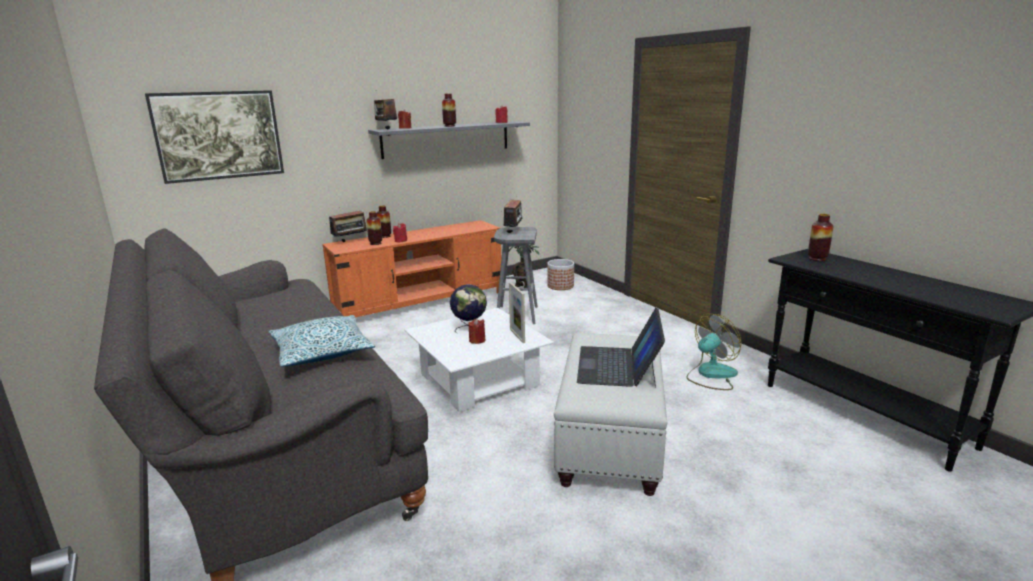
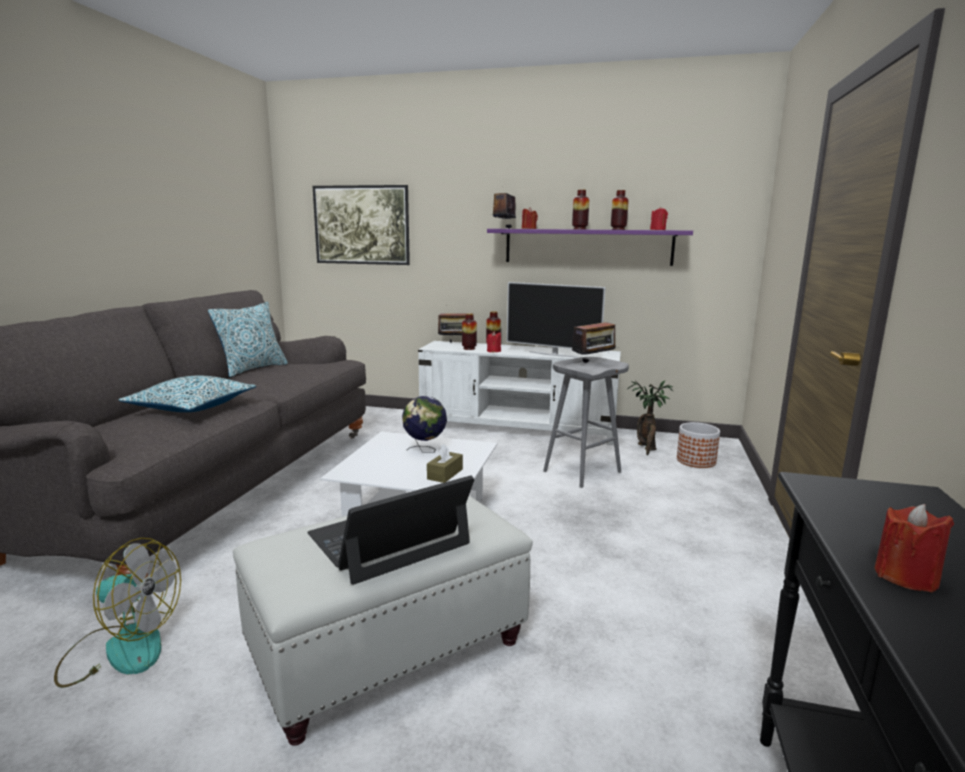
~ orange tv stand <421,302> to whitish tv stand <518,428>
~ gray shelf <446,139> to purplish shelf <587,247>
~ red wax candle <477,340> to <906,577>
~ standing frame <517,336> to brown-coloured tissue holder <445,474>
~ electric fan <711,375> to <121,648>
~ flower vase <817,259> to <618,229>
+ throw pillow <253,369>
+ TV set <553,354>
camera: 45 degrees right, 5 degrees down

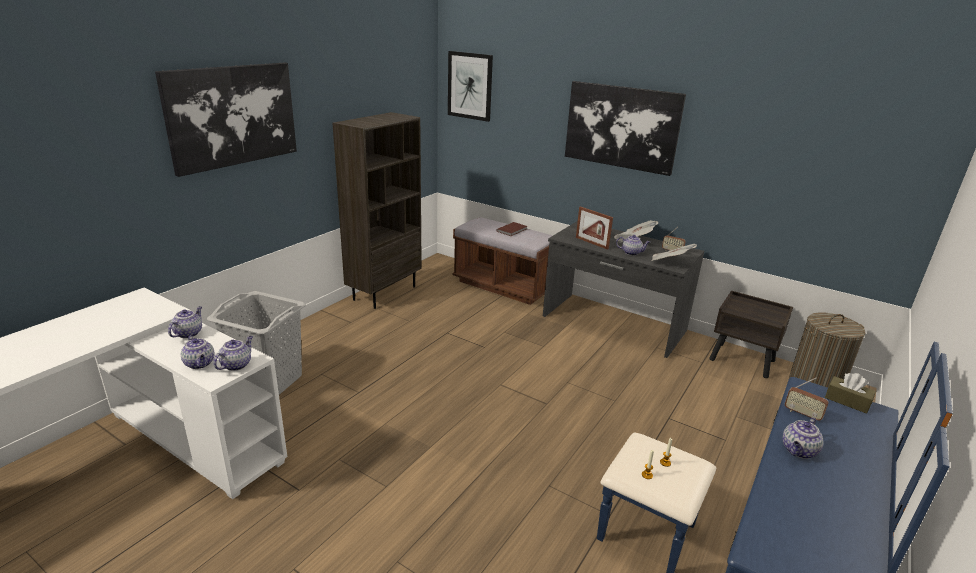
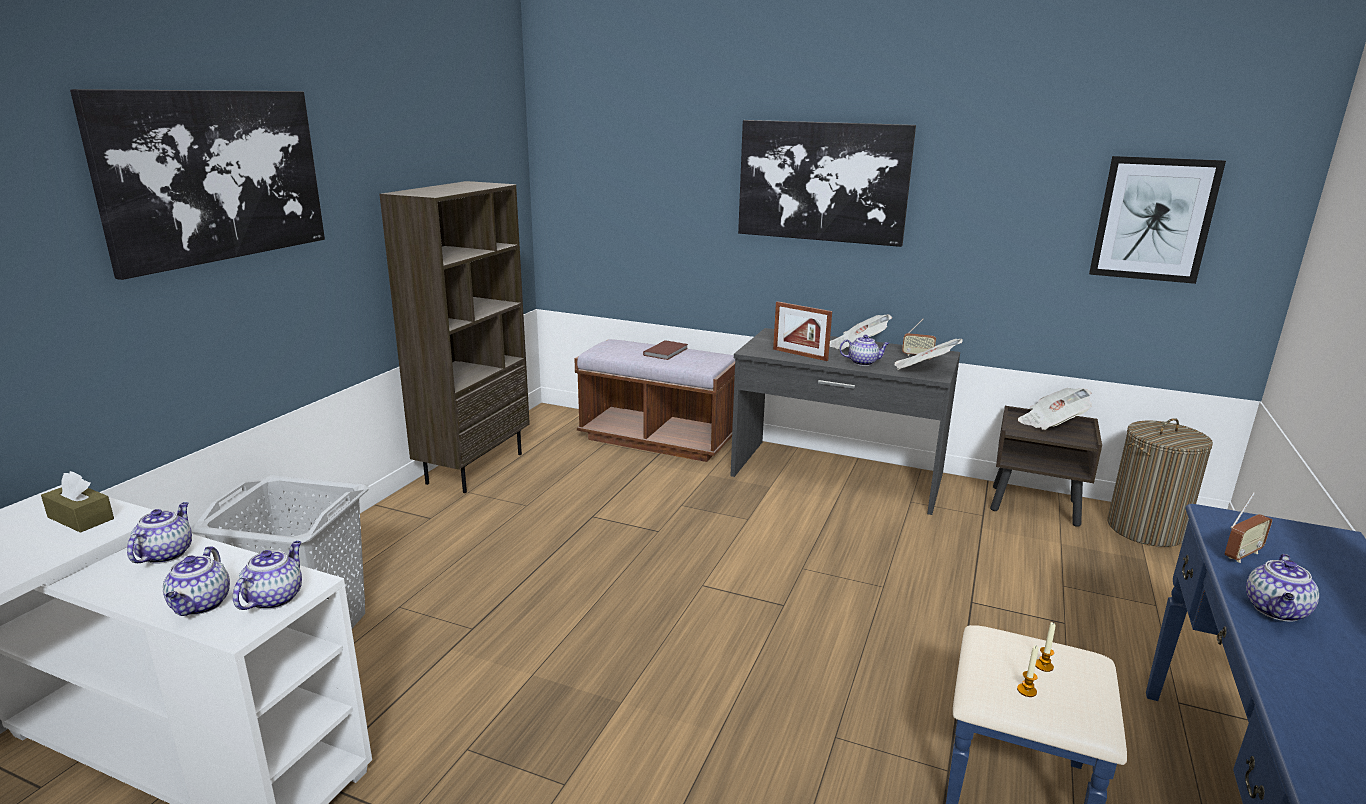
~ tea pot <200,364> = <201,605> 45 degrees clockwise
~ wall art <470,86> to <1153,219>
~ radio <802,414> = <1242,555> 60 degrees counterclockwise
~ brown-coloured tissue holder <847,401> to <81,518>
+ daily paper <1051,424>
camera: 10 degrees left, 5 degrees down

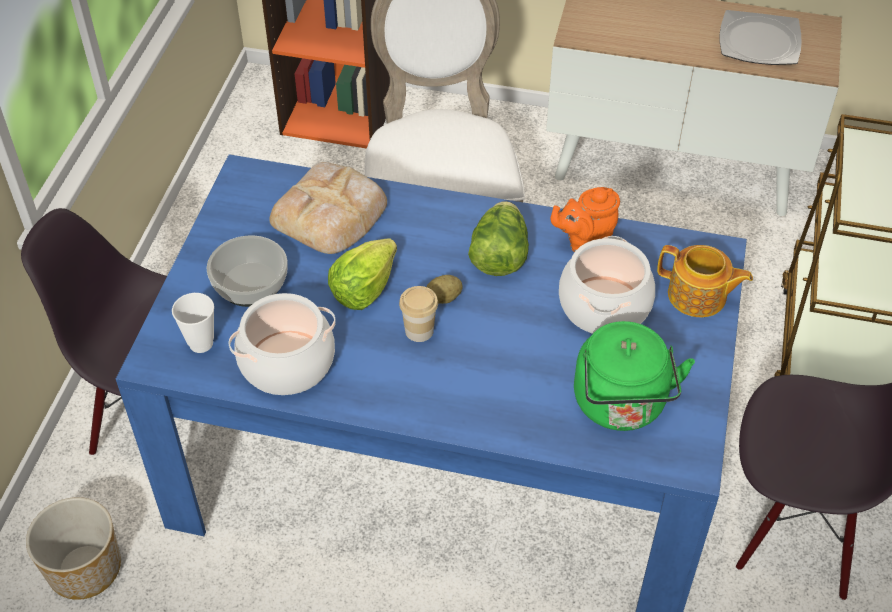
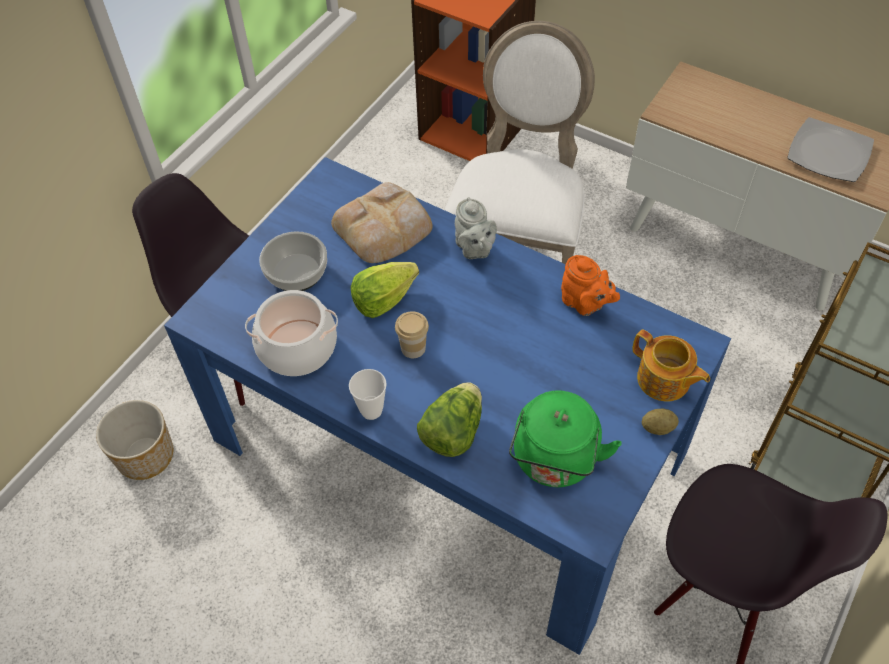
~ small cup <201,343> to <371,410>
~ potato <443,298> to <657,428>
~ head of lettuce <499,256> to <453,432>
~ orange tea pot <584,241> = <585,304> 135 degrees counterclockwise
- cooking pot <604,306>
+ gray tea pot <474,249>
camera: 20 degrees right, 5 degrees up

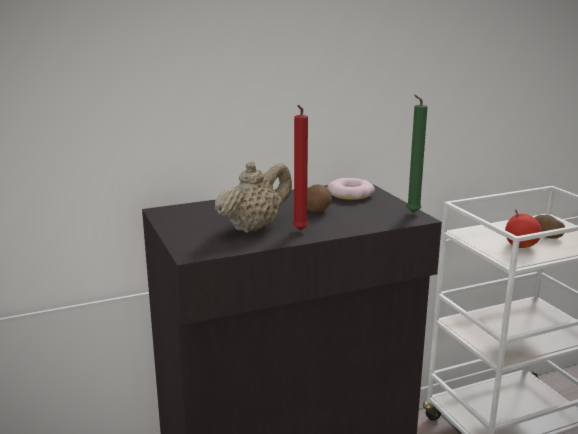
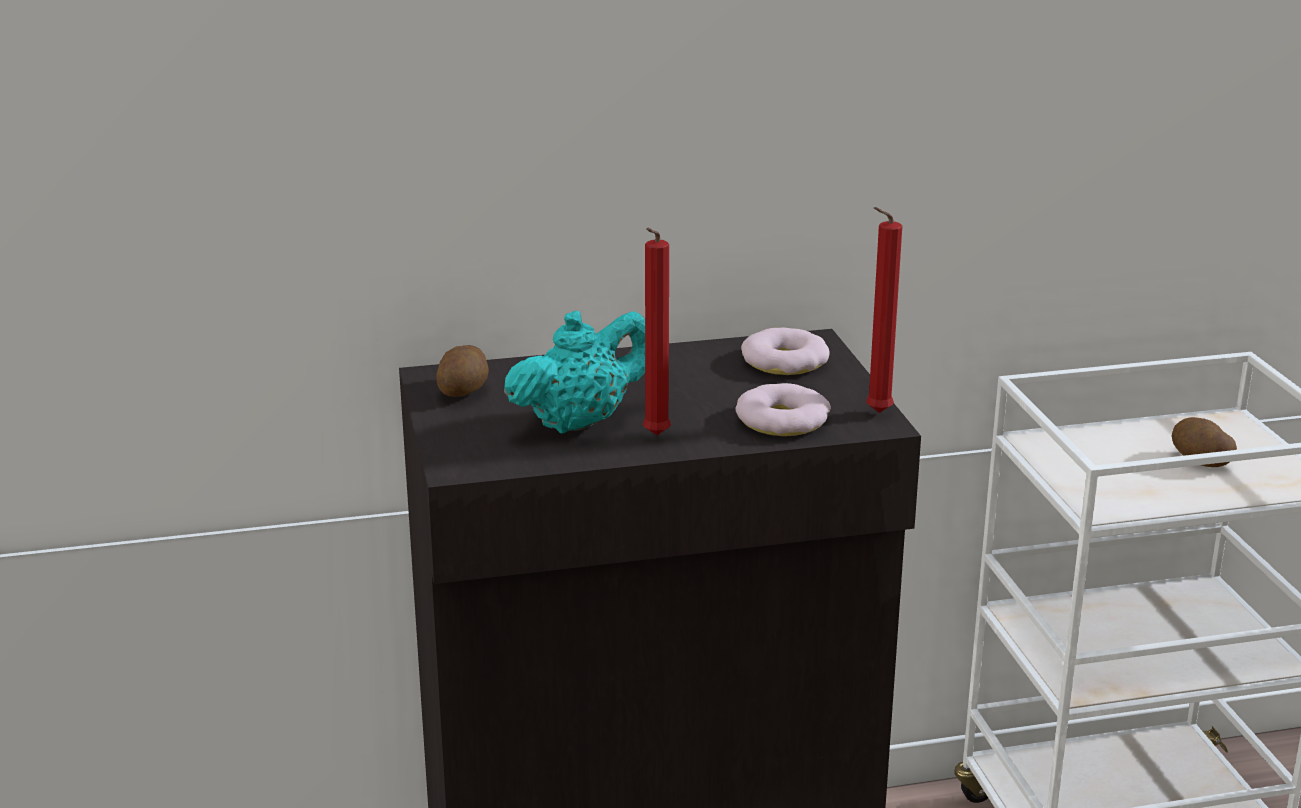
~ sand-coloured tea pot <254,227> to turquoise tea pot <580,422>
~ potato <317,209> to <464,391>
~ green-coloured wax candle <411,213> to red wax candle <875,413>
- whole apple <520,246>
+ donut <782,420>
camera: 10 degrees right, 5 degrees up

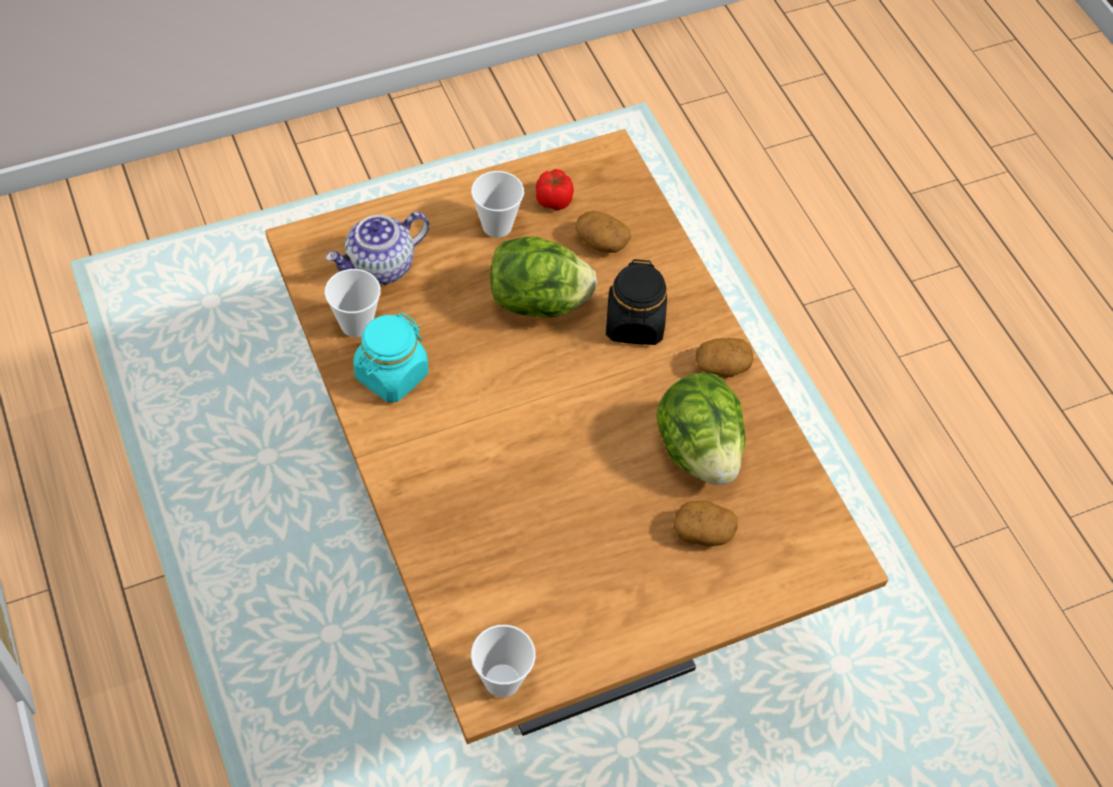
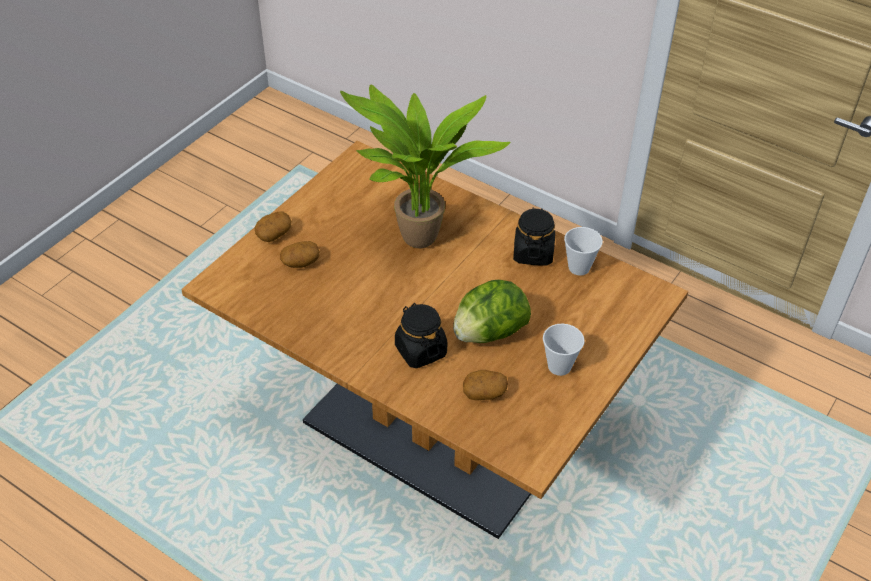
- tea pot <380,267>
~ turquoise storage jar <391,375> to black storage jar <533,253>
- small cup <502,680>
- tomato <554,199>
- head of lettuce <698,450>
~ potato <722,366> to <274,234>
+ potted plant <418,243>
camera: 150 degrees right, 10 degrees down

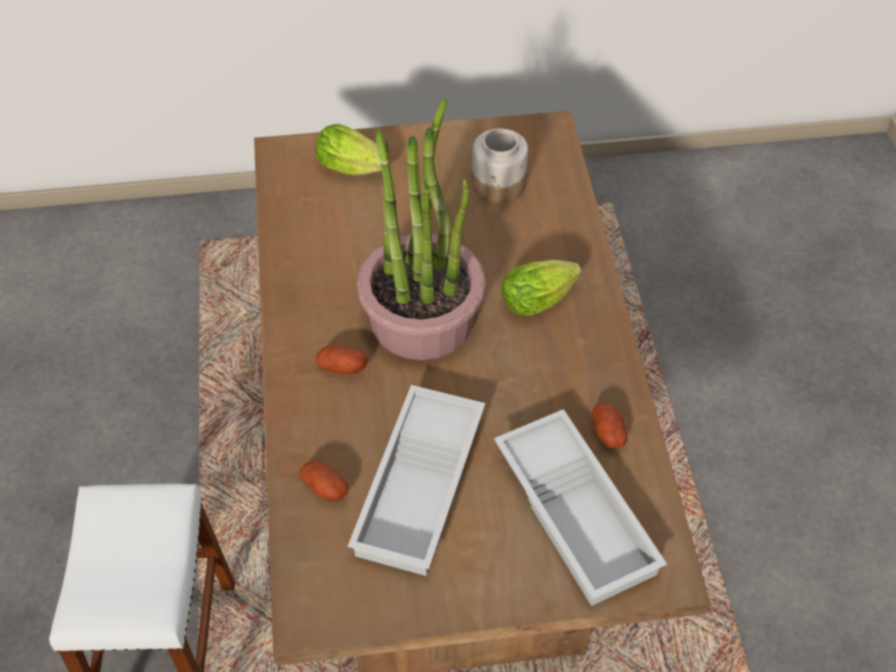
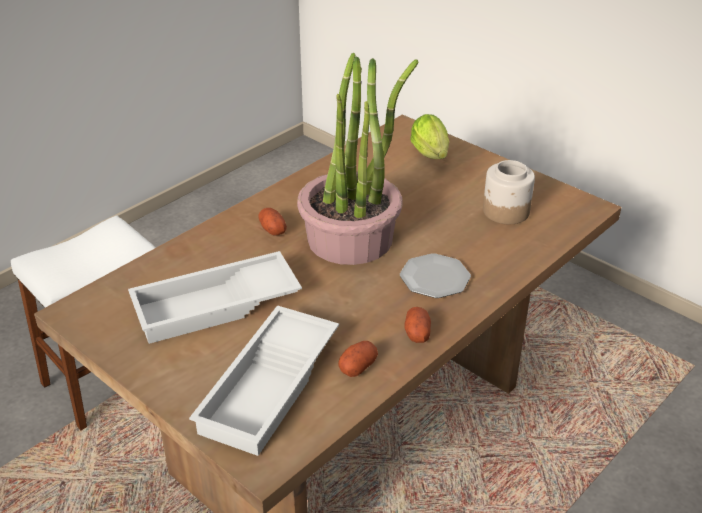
~ potato <325,488> to <417,333>
~ head of lettuce <541,299> to dinner plate <434,278>
camera: 50 degrees right, 15 degrees down

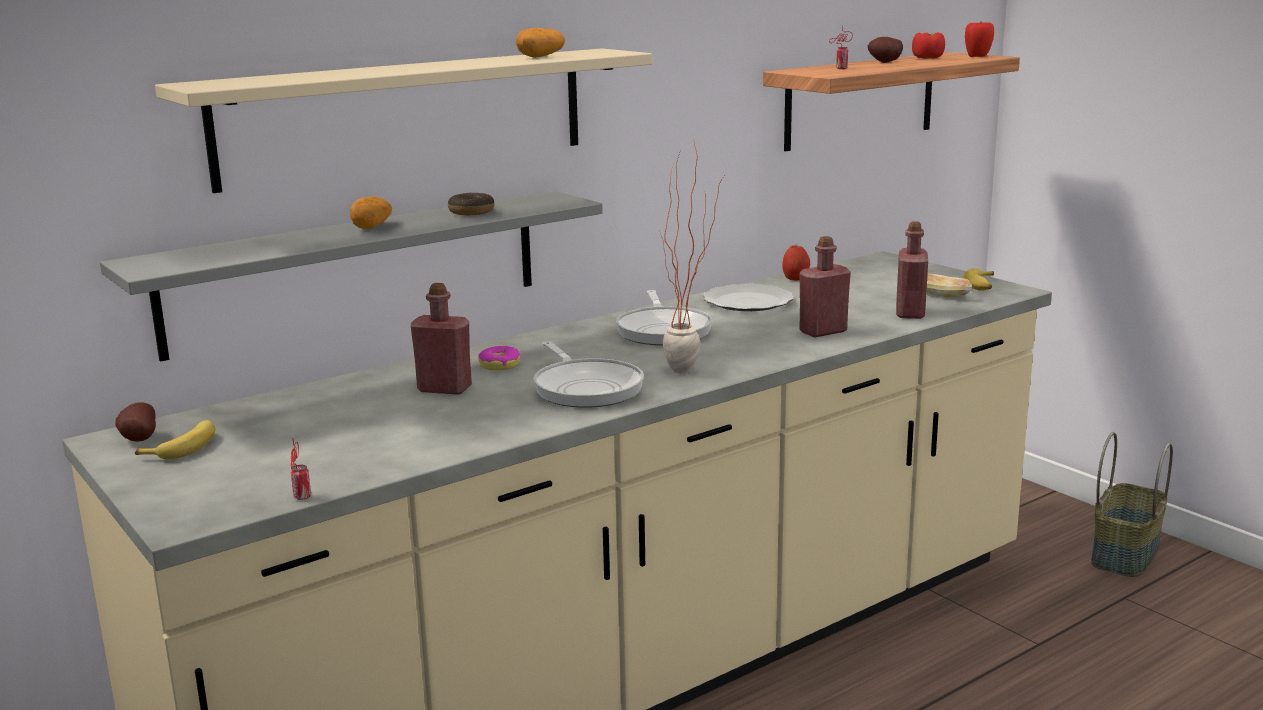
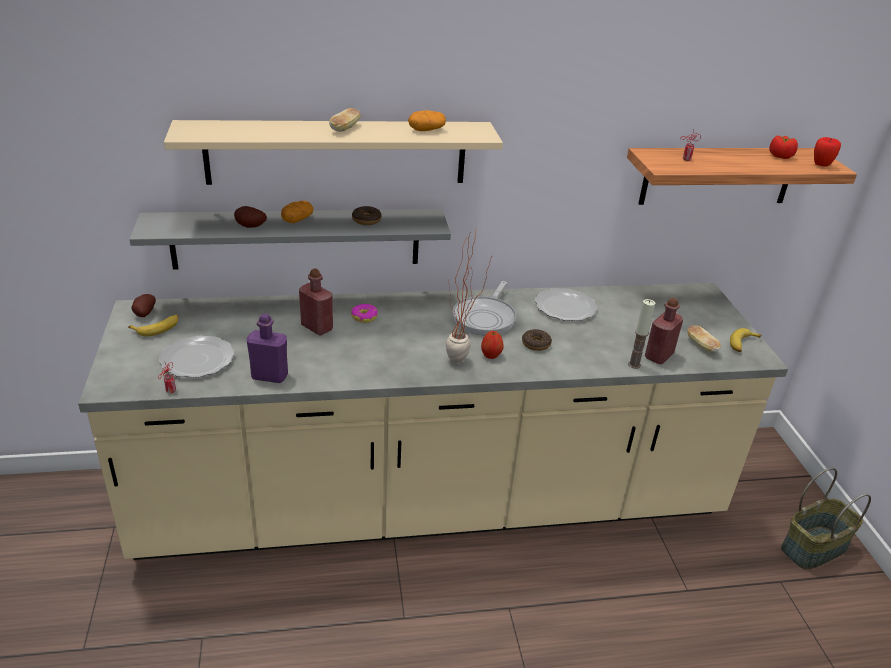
- frying pan <586,388>
~ whole apple <795,278> to <491,355>
- red drink bottle <823,331>
~ potato <886,62> to <250,227>
+ dinner plate <197,360>
+ purplish drink bottle <269,376>
+ baked bread <345,129>
+ donut <536,344>
+ wax candle <634,364>
camera: 25 degrees right, 15 degrees up

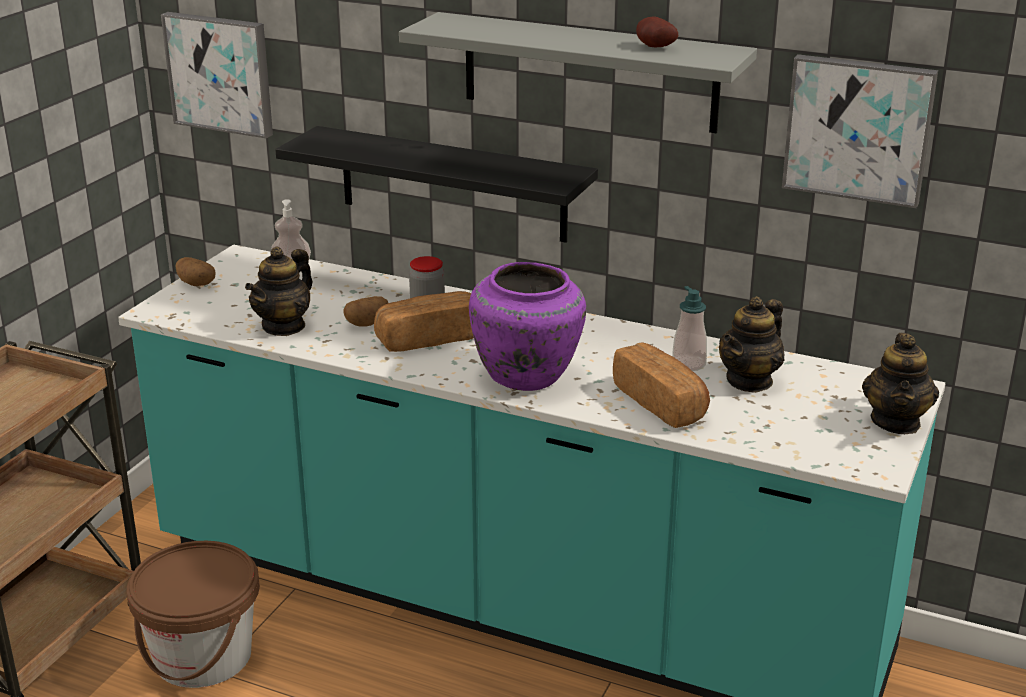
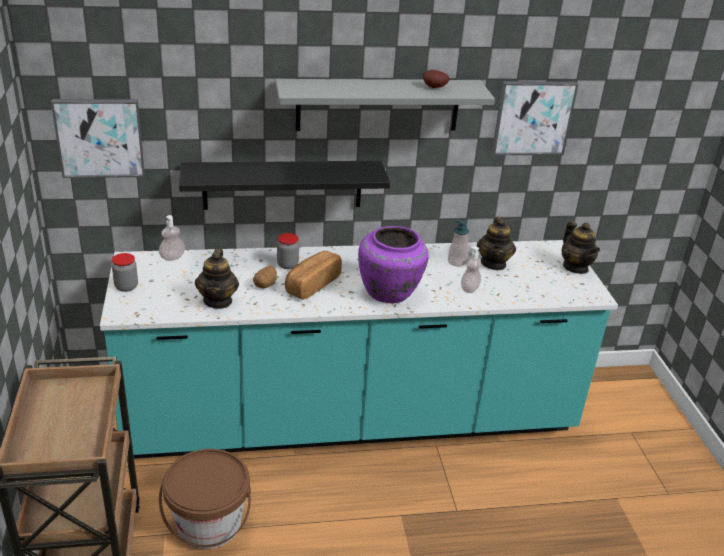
~ potato <197,284> to storage jar <126,287>
~ baked bread <661,403> to soap bottle <469,289>
camera: 35 degrees left, 5 degrees up

